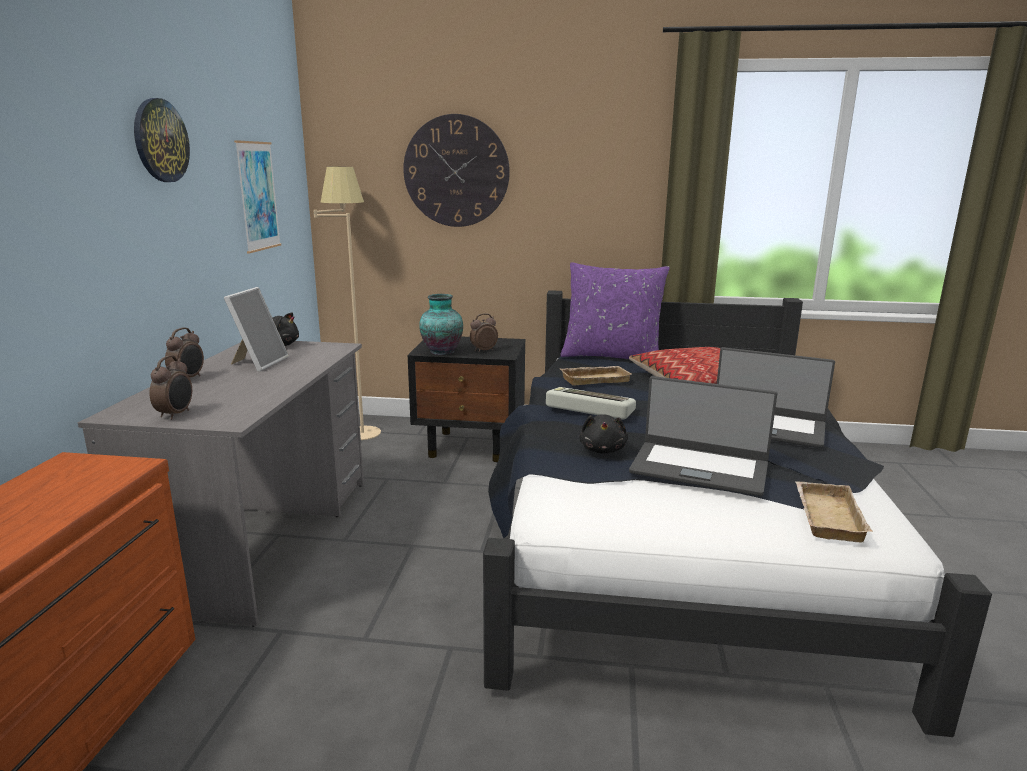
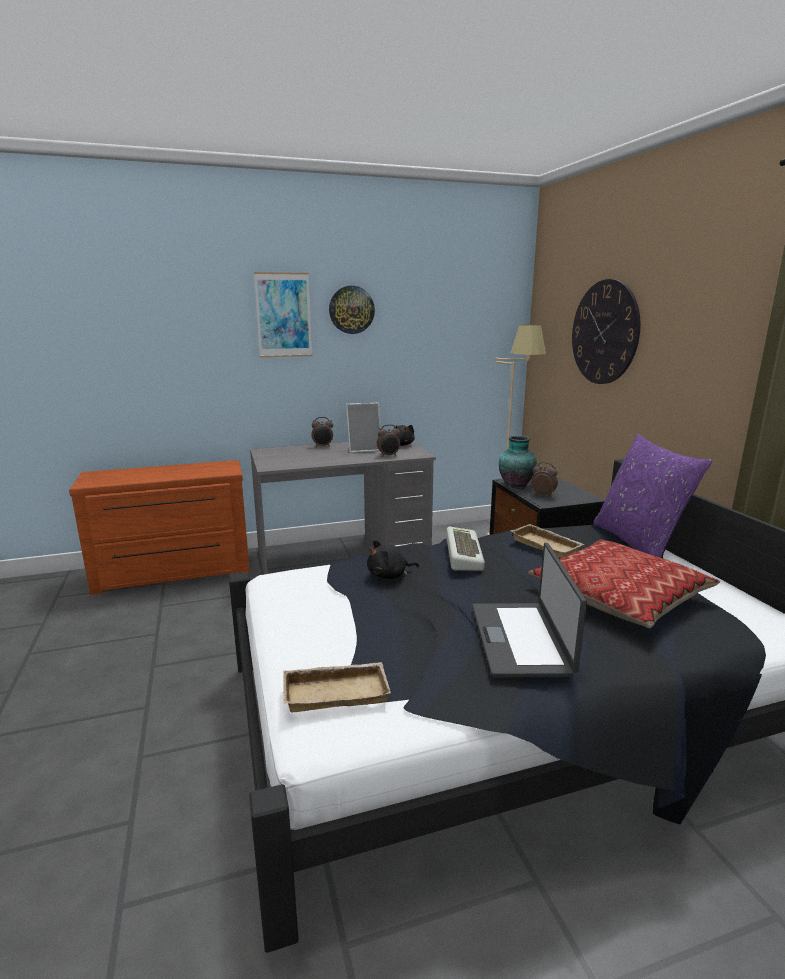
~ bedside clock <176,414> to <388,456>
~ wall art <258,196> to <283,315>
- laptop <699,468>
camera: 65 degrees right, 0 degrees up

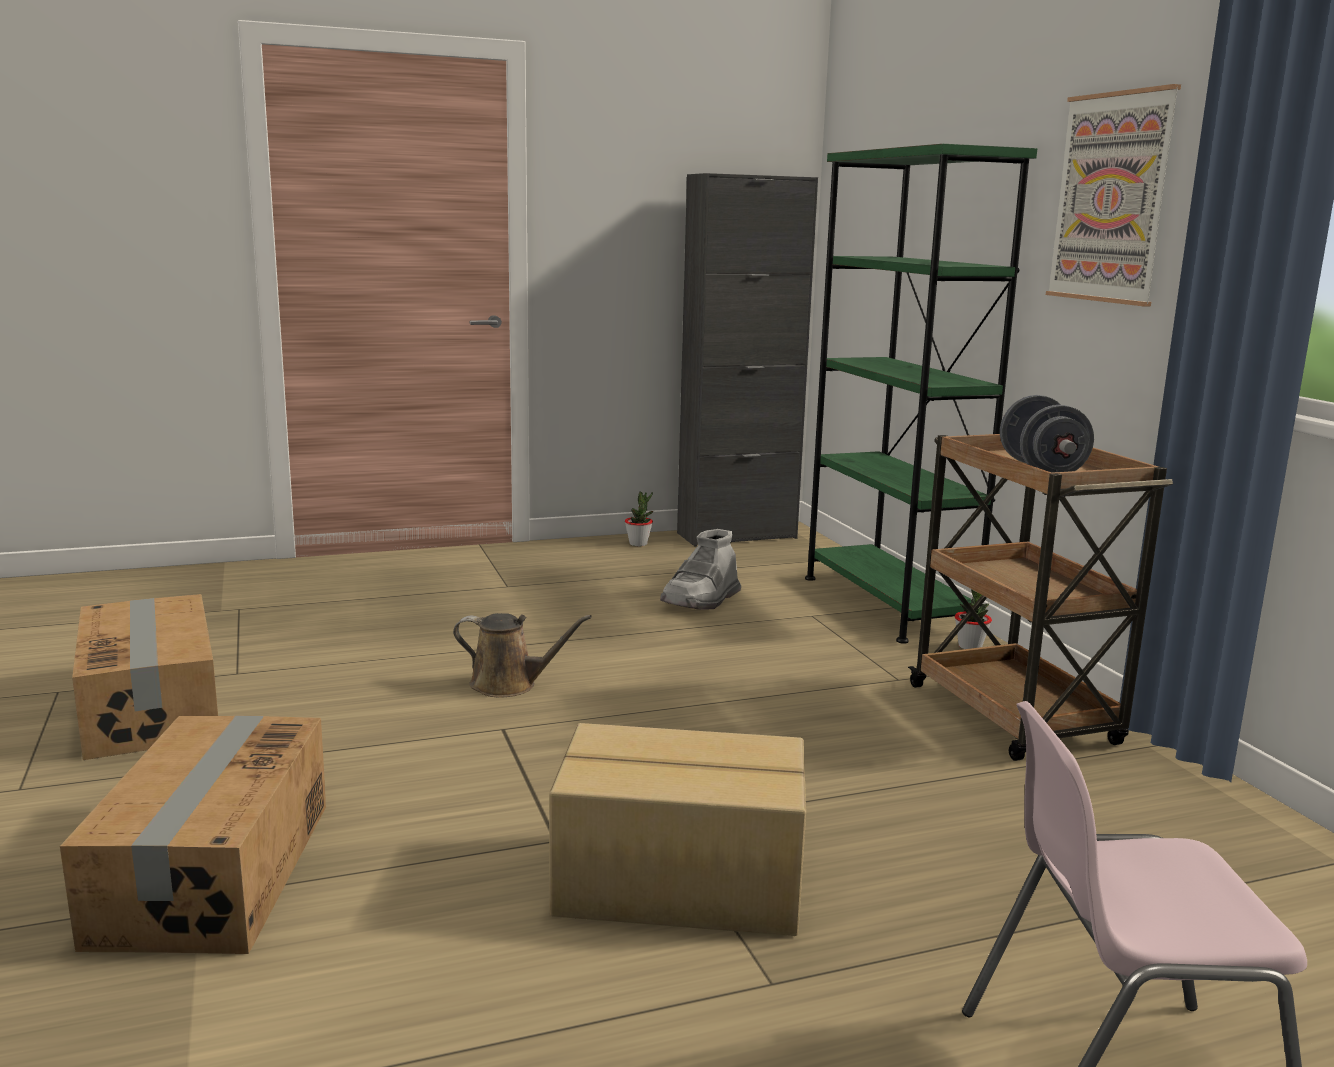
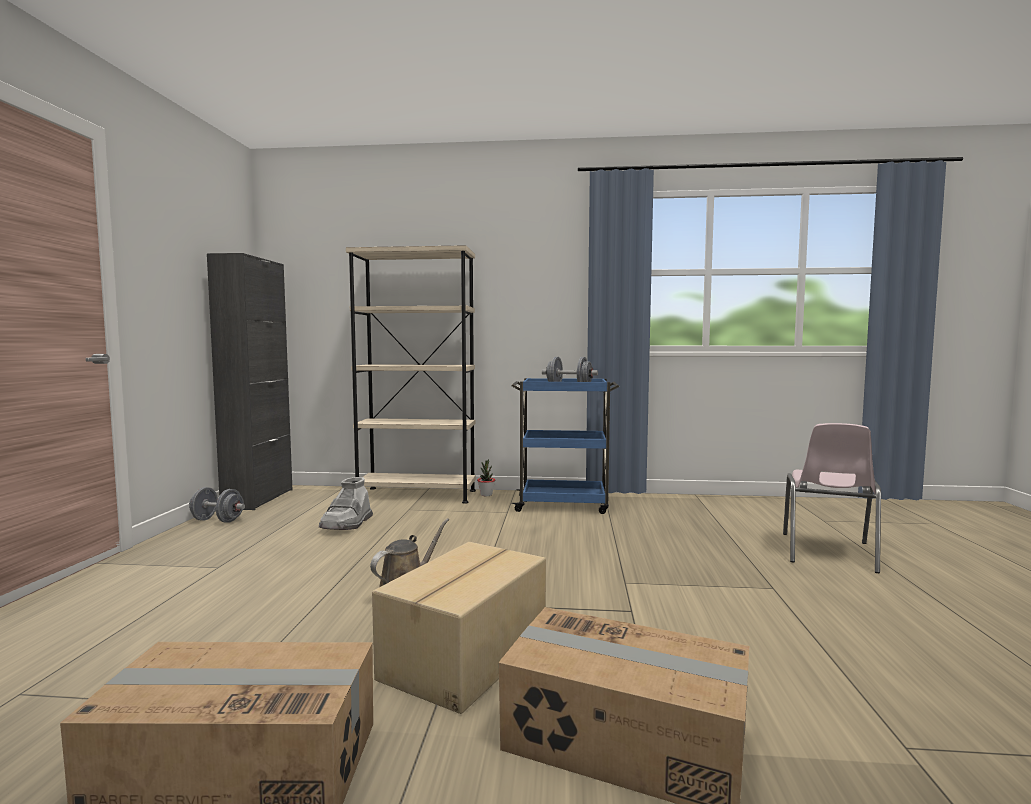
~ carton <680,884> to <468,657>
~ potted plant <638,544> to gray free weight <217,520>
~ gray tall boot <701,600> = <347,524> 45 degrees clockwise
~ green-coloured bookcase <887,604> to sand-coloured bookcase <417,495>
~ brown-coloured cart <1015,717> to blue cart <564,505>
- wall art <1111,198>
camera: 65 degrees left, 10 degrees down

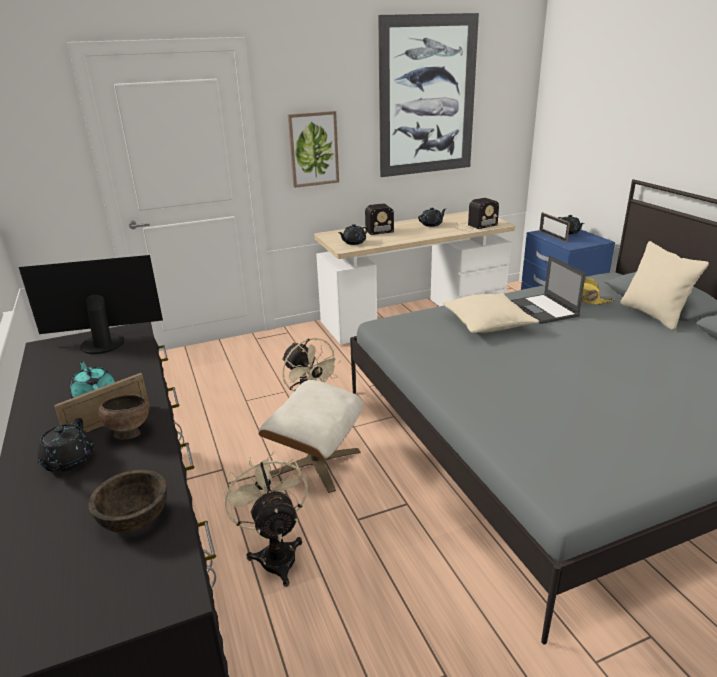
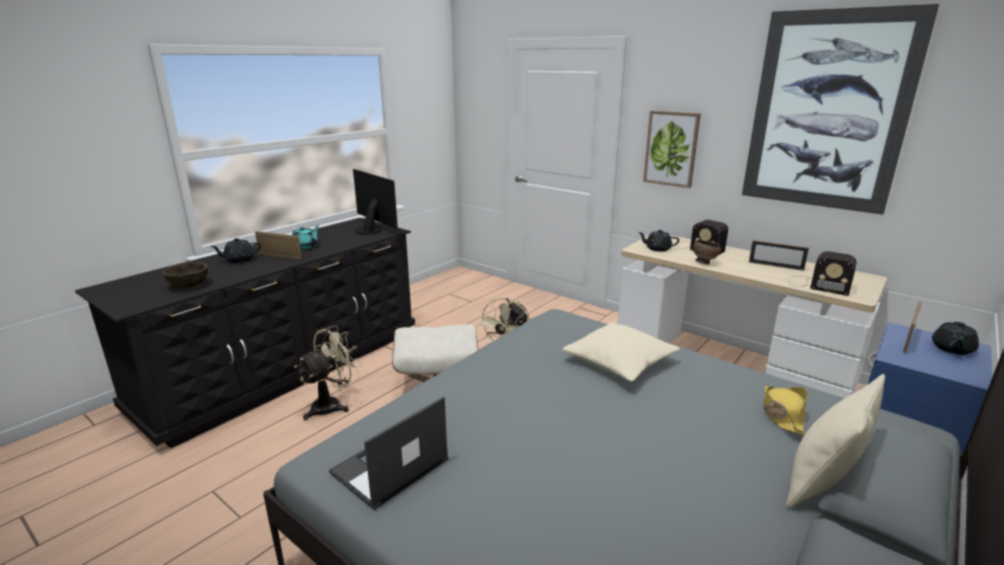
~ brown-coloured deep dish <129,434> to <704,263>
~ black tea pot <432,224> to standing frame <775,266>
~ laptop <544,309> to <389,467>
camera: 60 degrees right, 5 degrees down

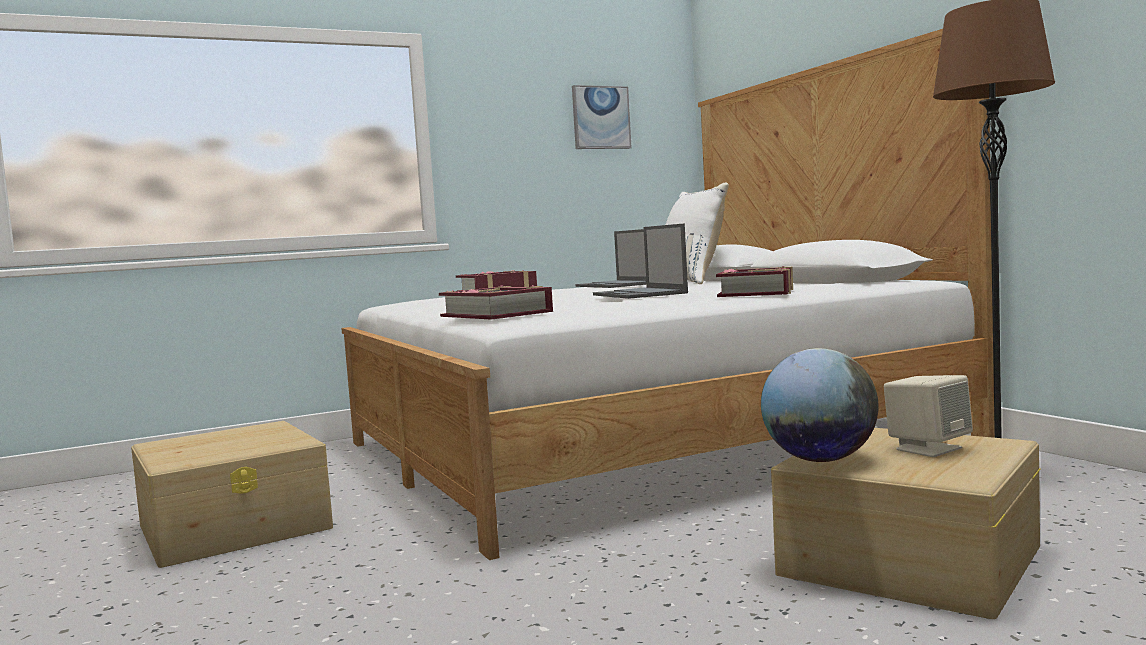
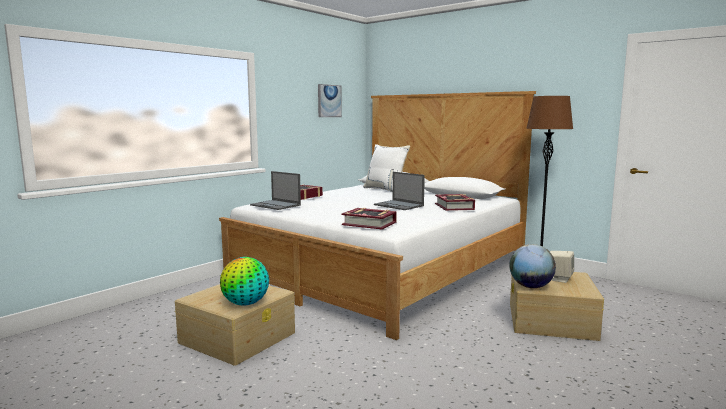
~ laptop <615,285> to <276,205>
+ desk globe <245,303>
camera: 25 degrees left, 5 degrees up

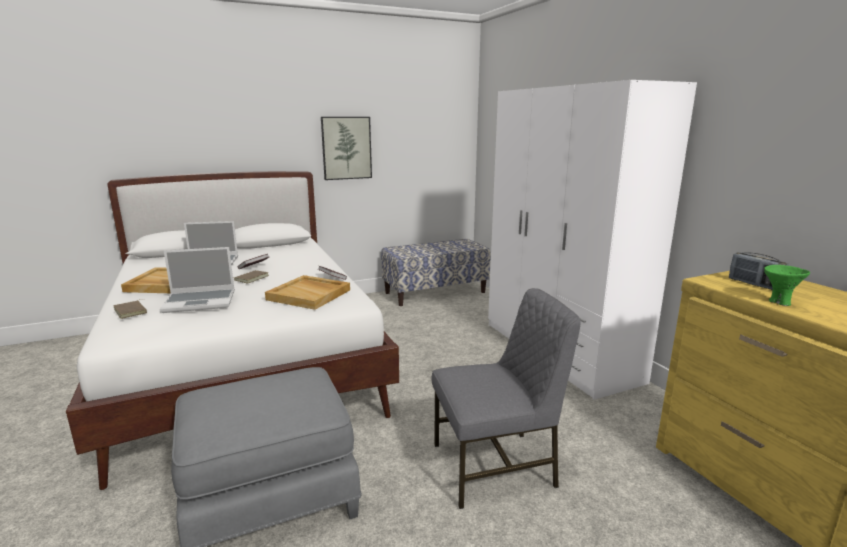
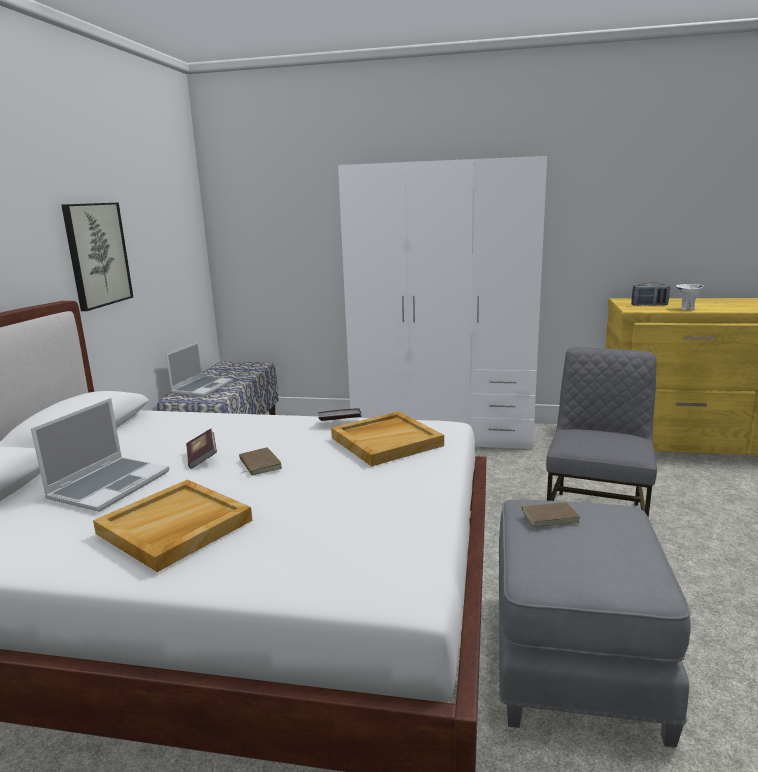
~ brown-coloured book <132,311> to <549,516>
~ laptop <201,301> to <202,387>
~ green-coloured deep dish <779,302> to whitish deep dish <687,309>
camera: 55 degrees left, 0 degrees up

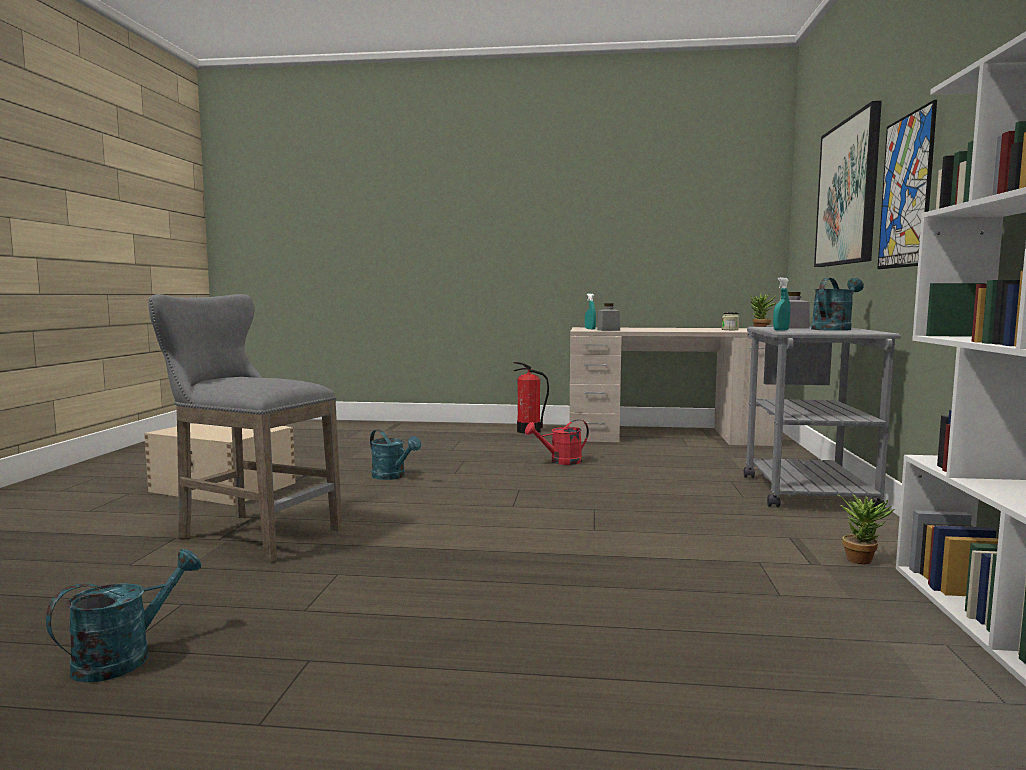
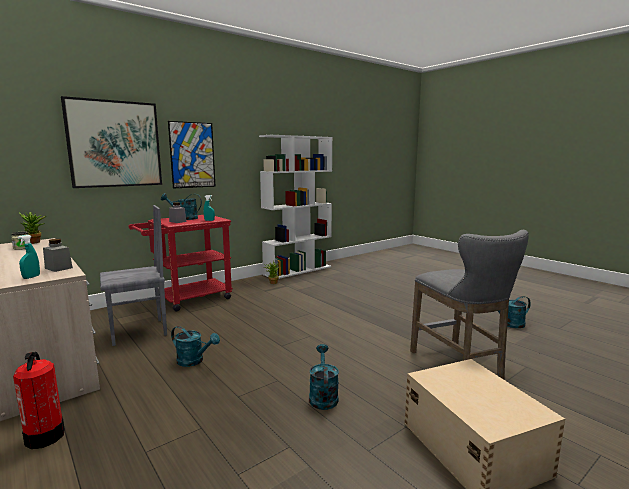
~ red watering pot <560,462> to turquoise watering pot <194,361>
~ gray cart <802,488> to red cart <187,299>
+ gray chair <139,332>
camera: 135 degrees left, 5 degrees up

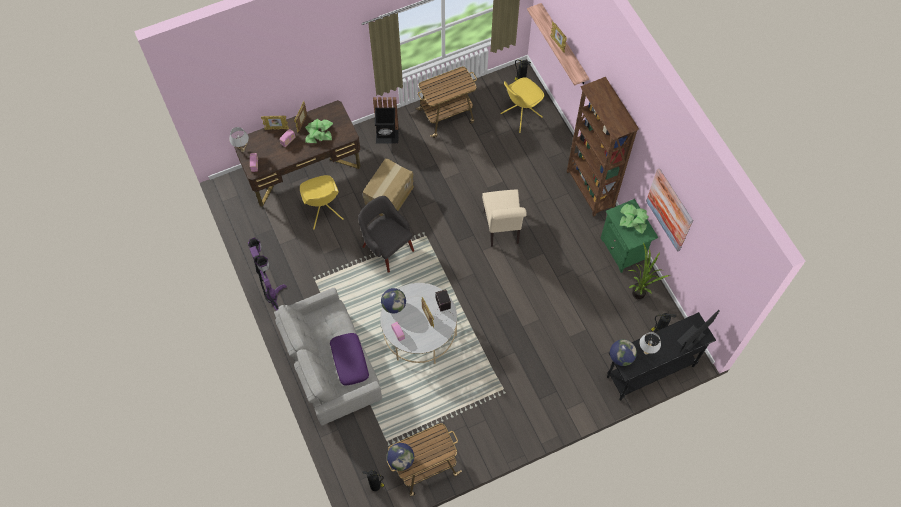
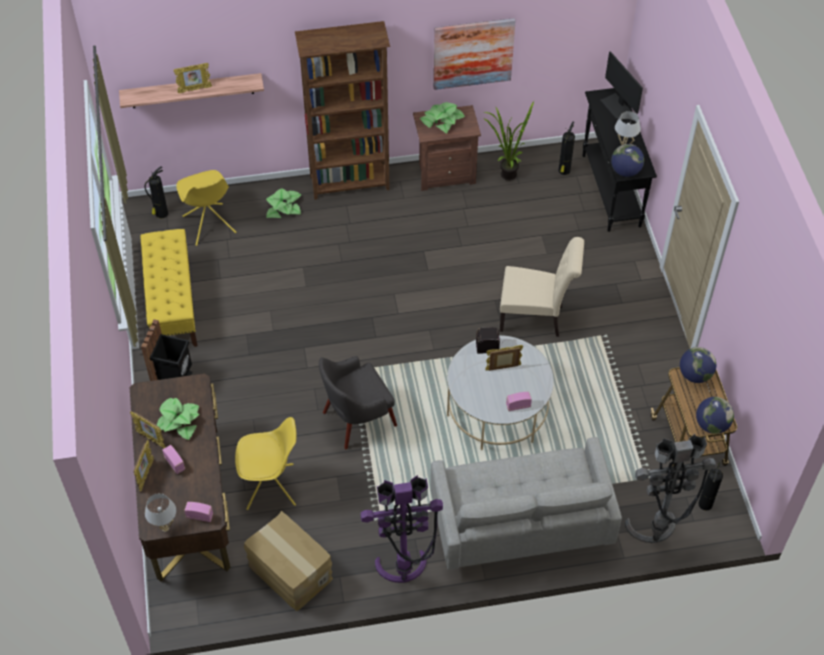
- purplish throw pillow <349,361>
~ carton <388,196> to <289,572>
~ desk globe <394,305> to <694,375>
~ cart <447,116> to yellow bench <173,305>
~ sand-coloured chair <502,229> to <536,318>
~ green-coloured night table <623,250> to brown-coloured night table <445,173>
+ potted plant <284,207>
+ gray standard lamp <654,536>
camera: 75 degrees left, 10 degrees down

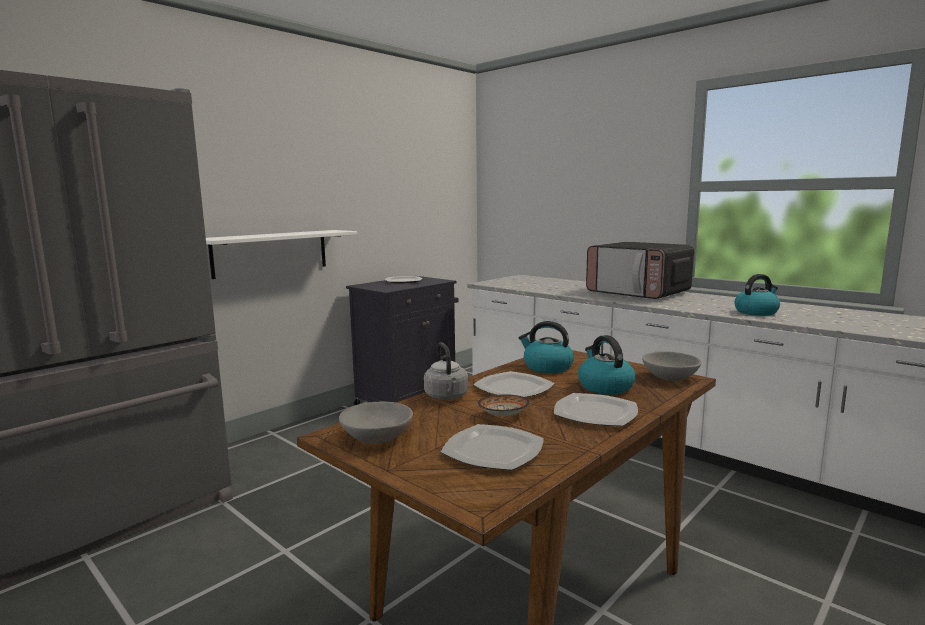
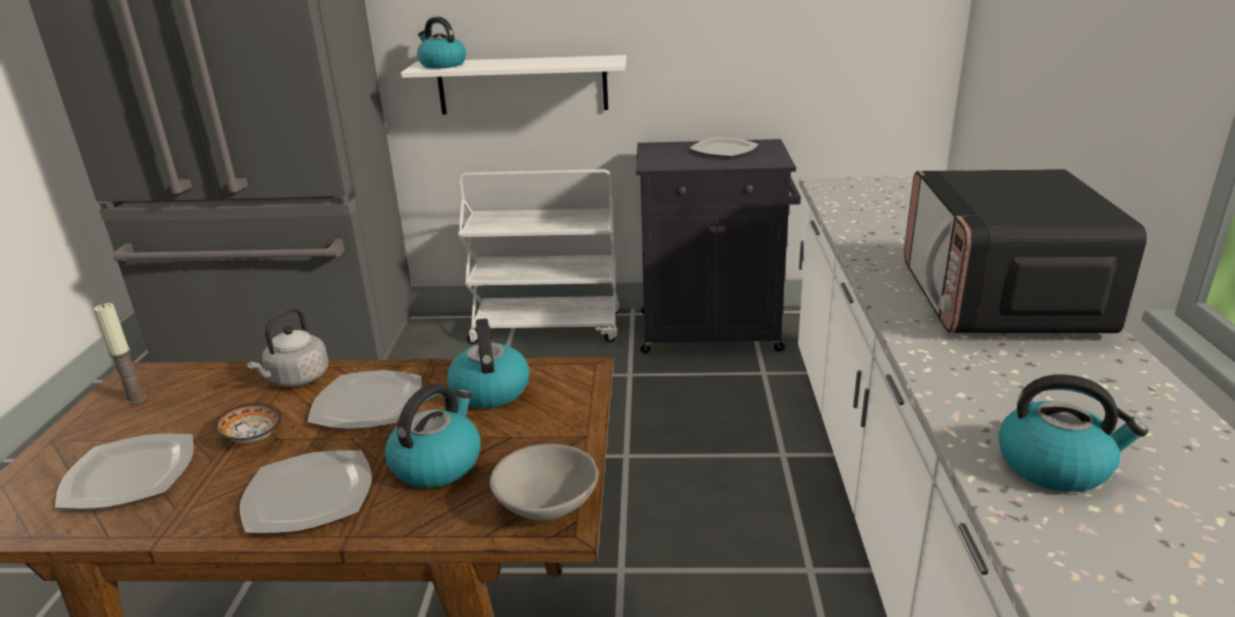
~ gray deep dish <377,438> to wax candle <136,399>
+ tea kettle <442,65>
+ whitish cart <547,328>
camera: 50 degrees right, 15 degrees up

